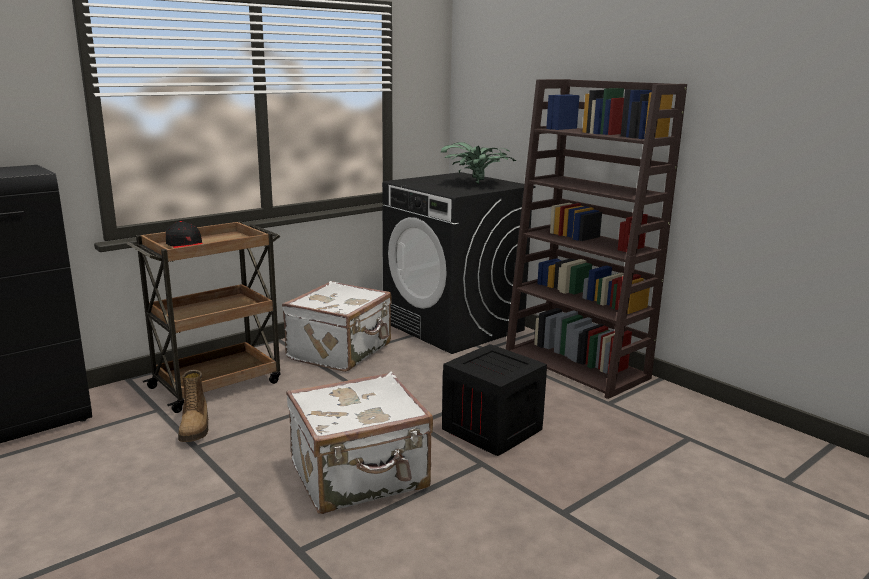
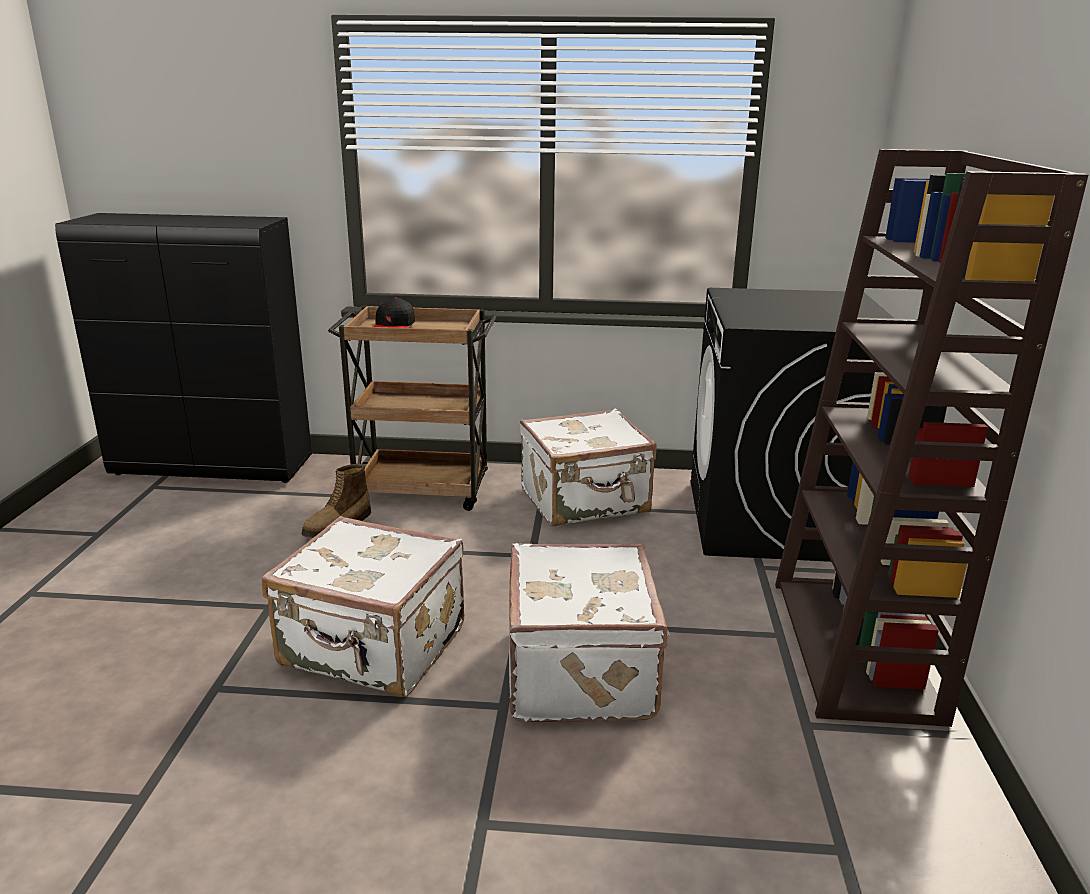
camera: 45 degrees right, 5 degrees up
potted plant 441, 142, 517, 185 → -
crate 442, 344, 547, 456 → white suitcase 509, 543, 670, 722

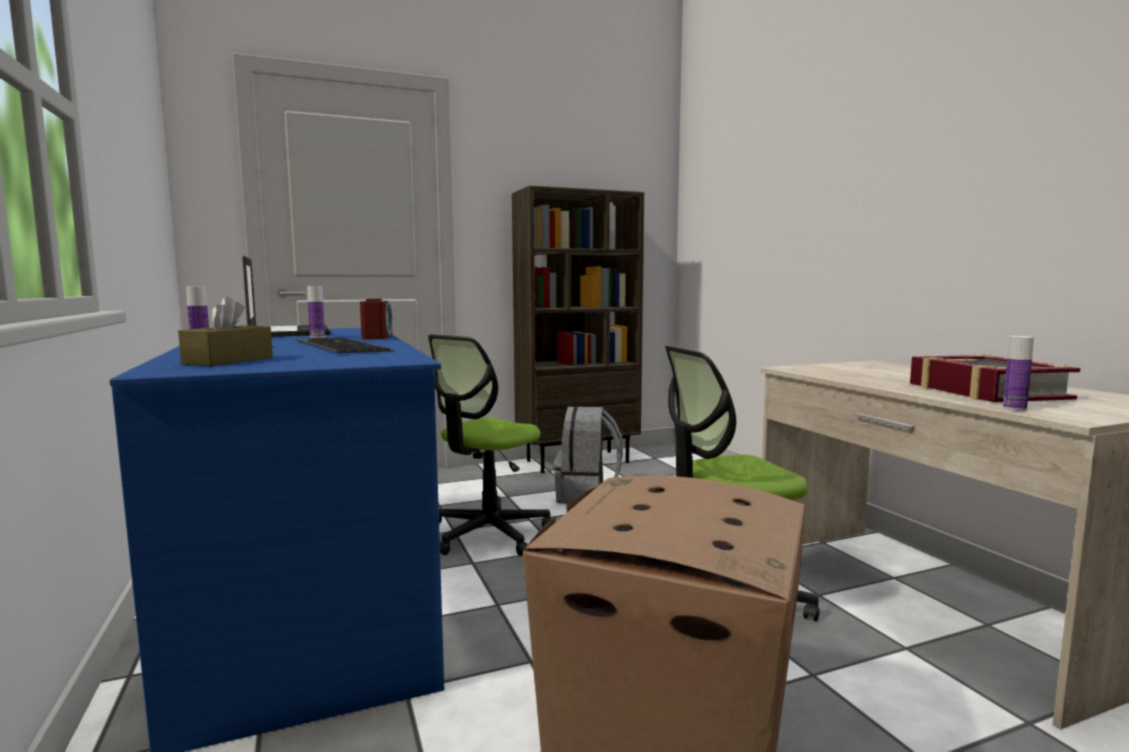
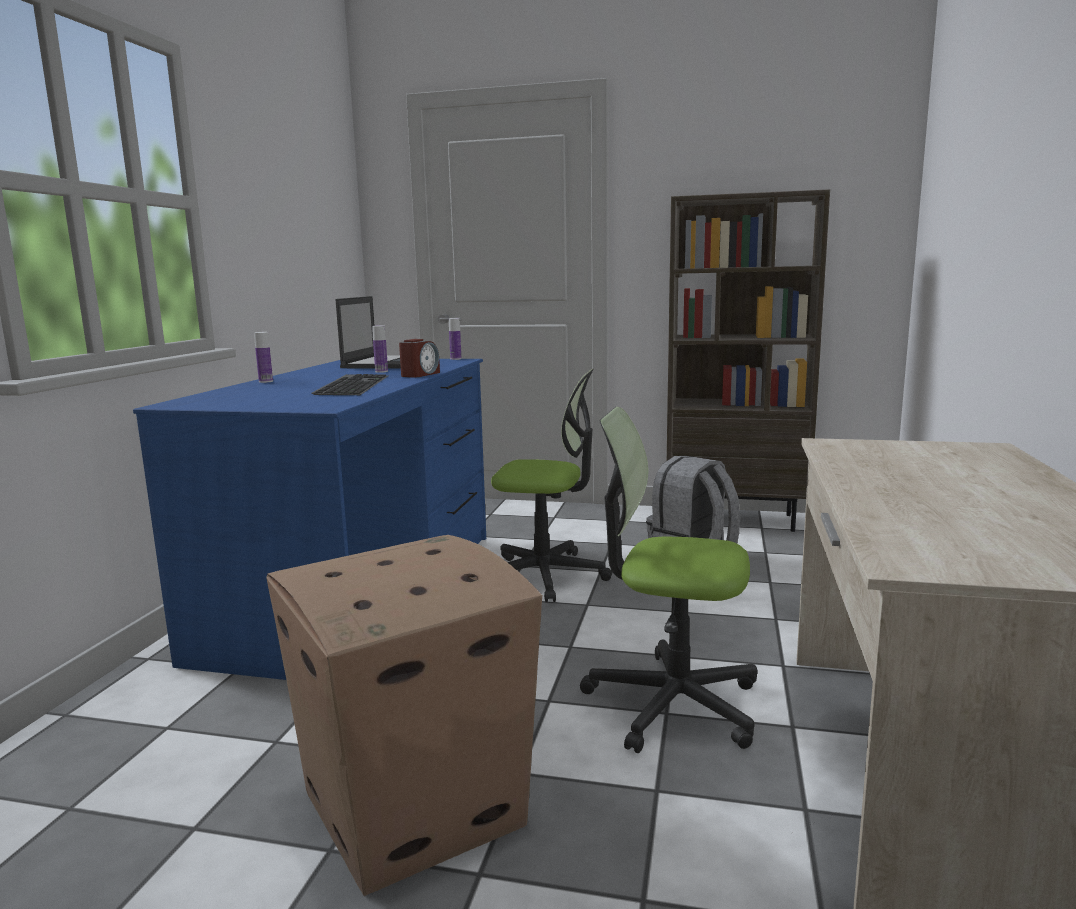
camera: 35 degrees right, 5 degrees up
brown tissue box 178, 296, 273, 366 → -
book 910, 354, 1080, 402 → -
bottle 1003, 336, 1034, 411 → bottle 449, 318, 461, 360, relocated
office chair 428, 334, 551, 556 → office chair 491, 369, 612, 603, 150 degrees counterclockwise

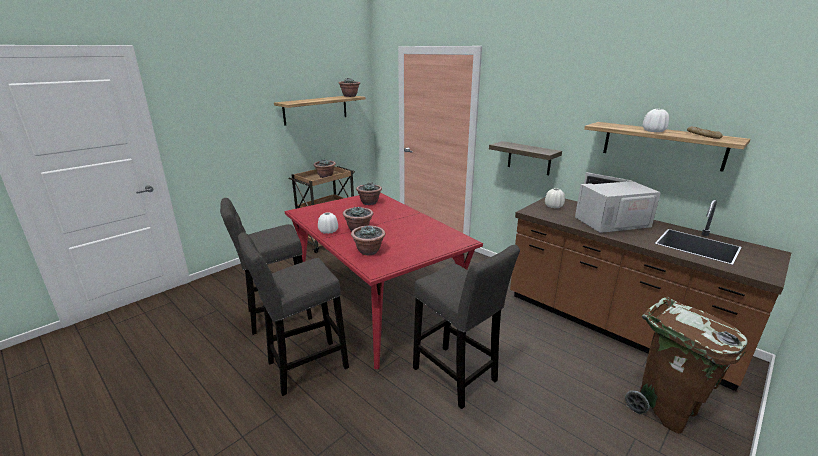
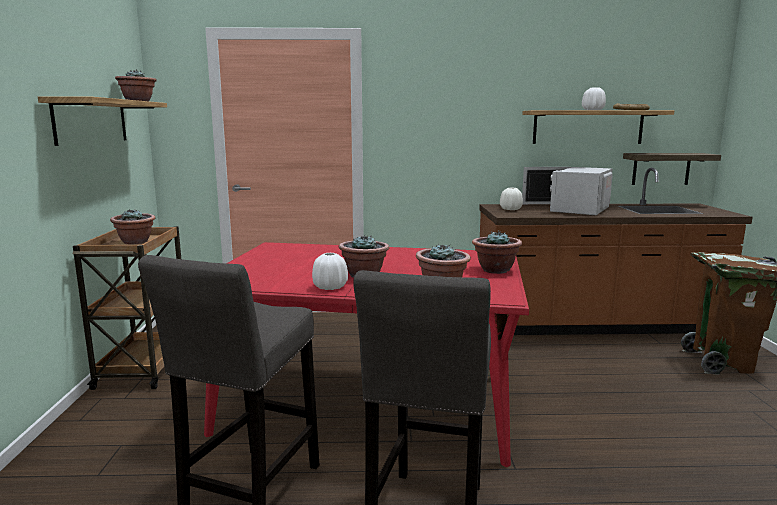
camera: 45 degrees left, 10 degrees down
grey stool 413, 245, 520, 409 → -
potted plant 356, 182, 382, 205 → potted plant 472, 230, 522, 274, relocated
shelf 489, 141, 562, 175 → shelf 623, 153, 721, 185, relocated

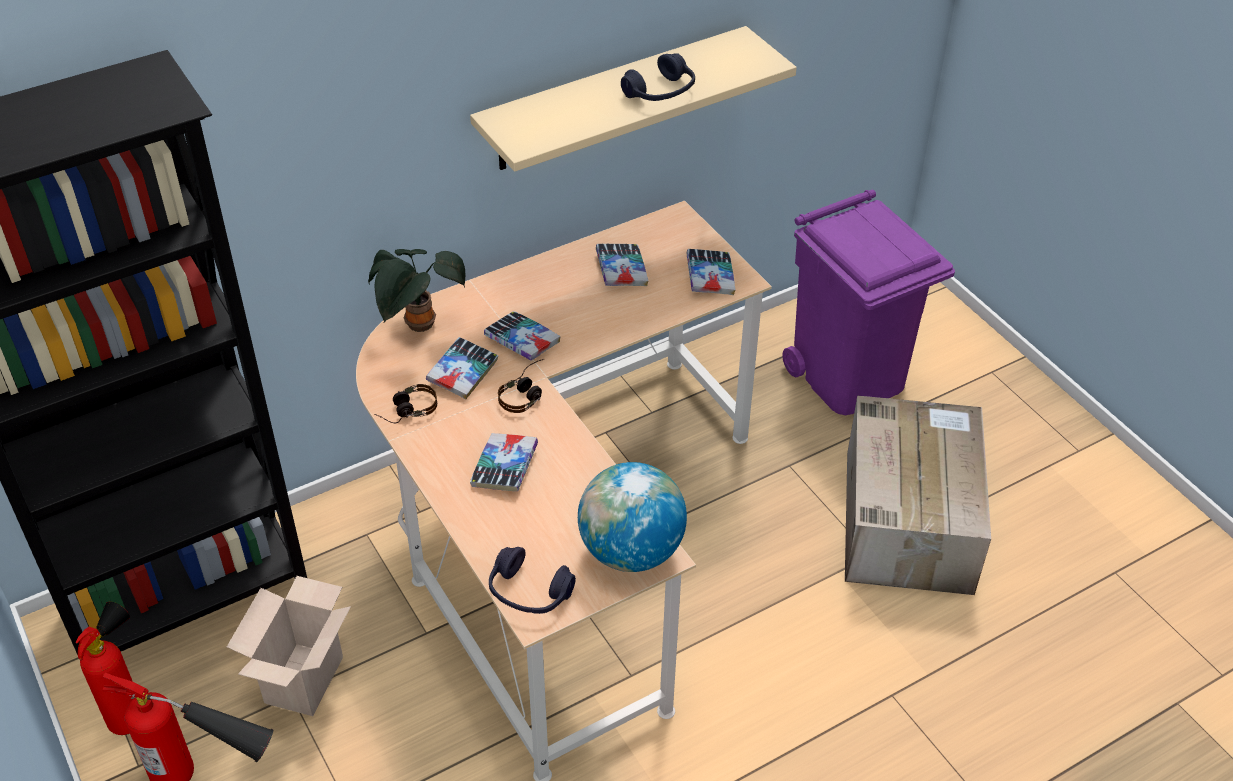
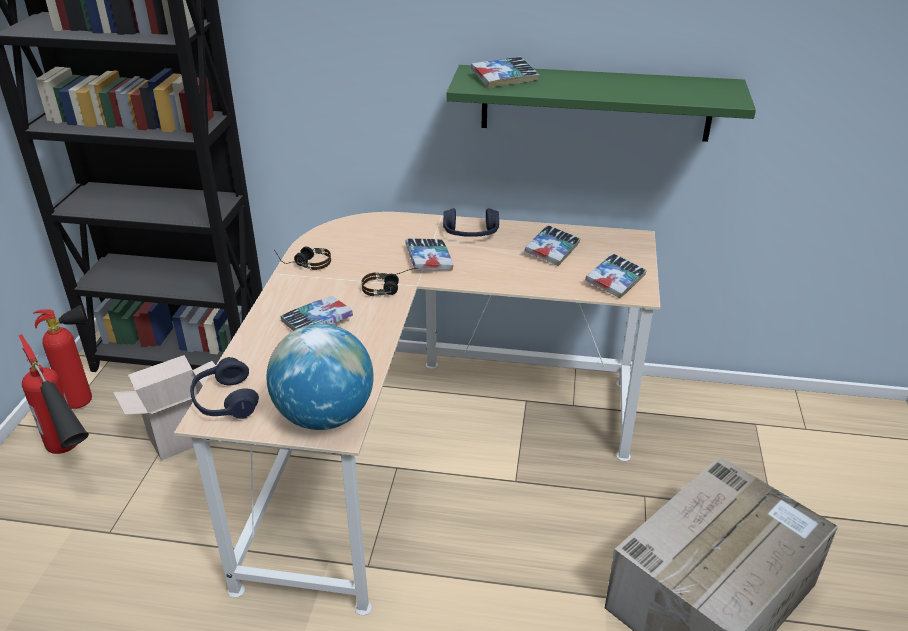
camera: 40 degrees right, 10 degrees down
potted plant 368, 249, 465, 332 → -
purple trash can 782, 190, 955, 415 → -
book 426, 337, 498, 399 → book 471, 57, 539, 88, relocated
blue headphones 621, 53, 695, 101 → blue headphones 443, 208, 499, 237, relocated
beige shelf 470, 26, 797, 172 → green shelf 446, 65, 756, 142

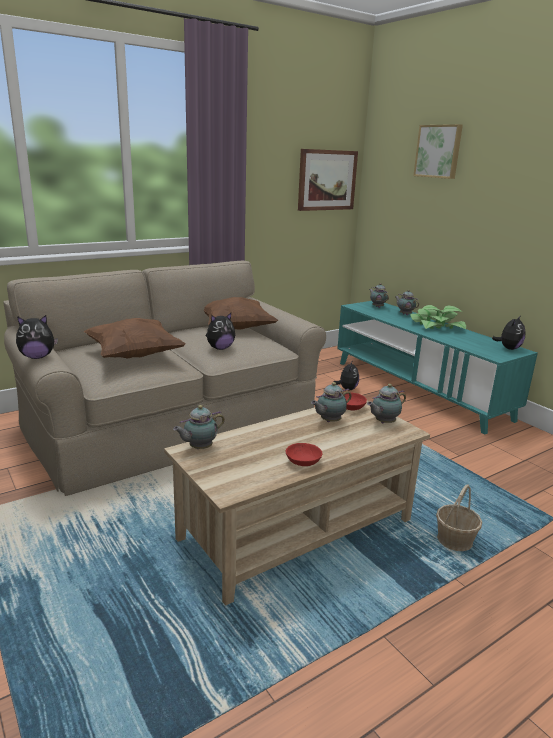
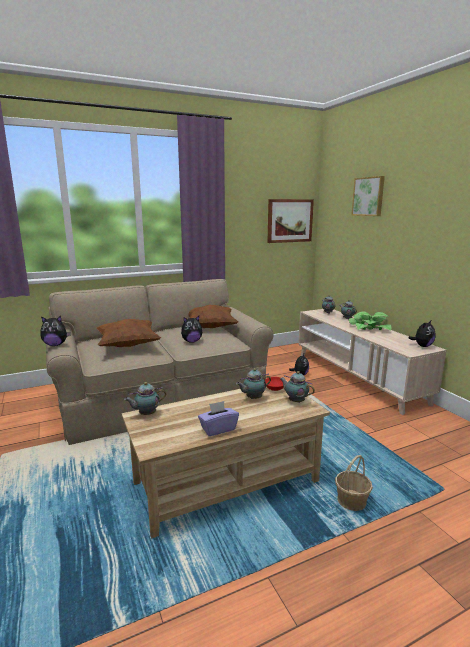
camera: 10 degrees right, 5 degrees down
red bowl 286, 443, 322, 466 → purple tissue box 198, 401, 239, 436
turquoise tv stand 337, 301, 538, 435 → beige tv stand 298, 309, 447, 415
teapot 367, 384, 406, 423 → teapot 280, 371, 315, 403, 60 degrees clockwise

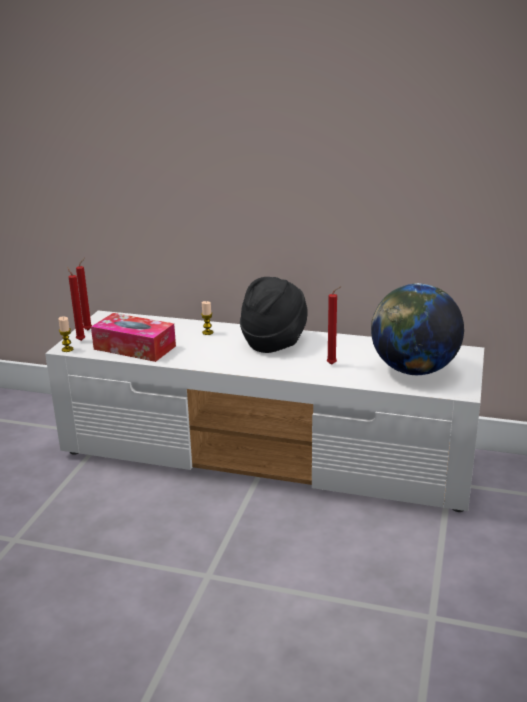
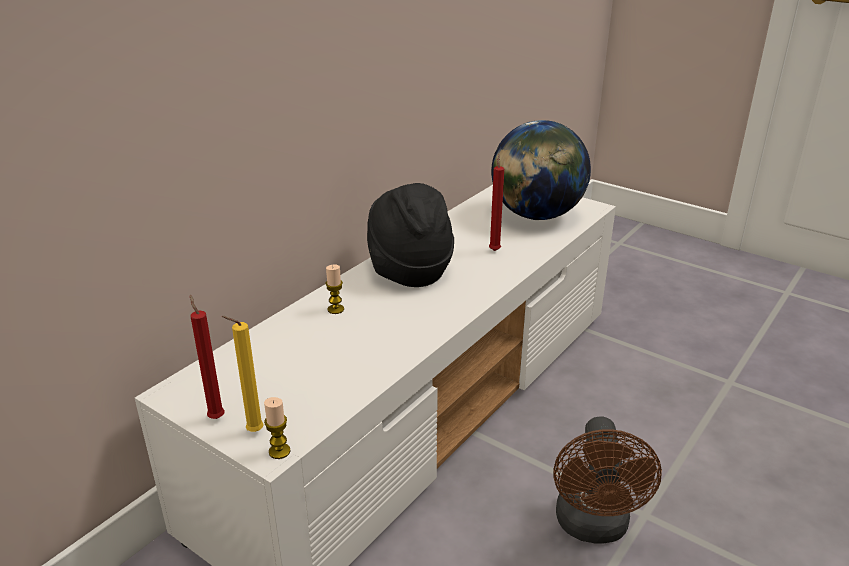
camera: 70 degrees left, 5 degrees up
tissue box 91, 313, 176, 362 → -
- → brown fan 553, 417, 662, 544
red candle 67, 267, 85, 341 → yellow candle 221, 316, 264, 432

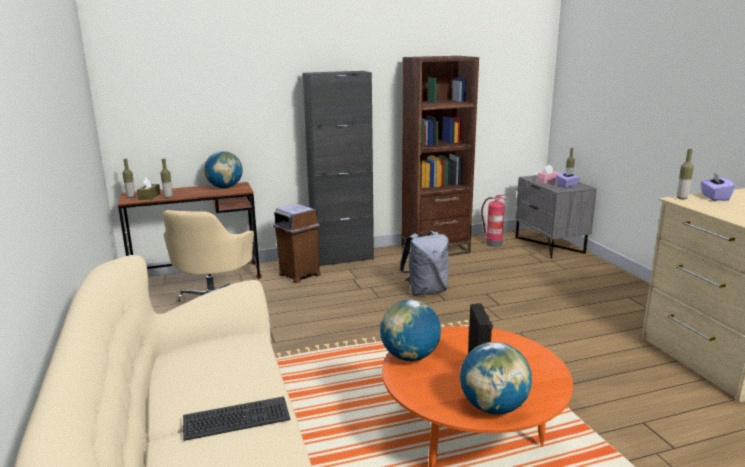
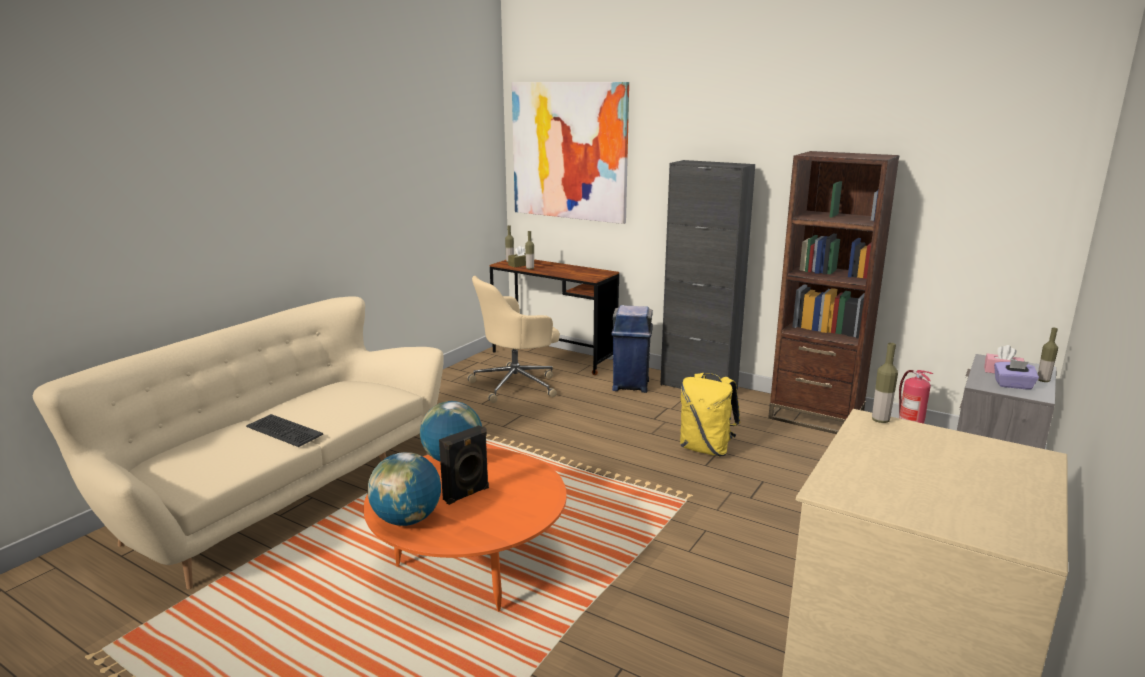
camera: 50 degrees right, 0 degrees up
globe 204, 151, 243, 188 → -
purple tissue box 701, 173, 735, 201 → -
- → picture 512, 82, 629, 224
brown trash can 273, 204, 321, 283 → blue trash can 611, 305, 653, 393
grey backpack 399, 231, 449, 296 → yellow backpack 680, 373, 740, 456

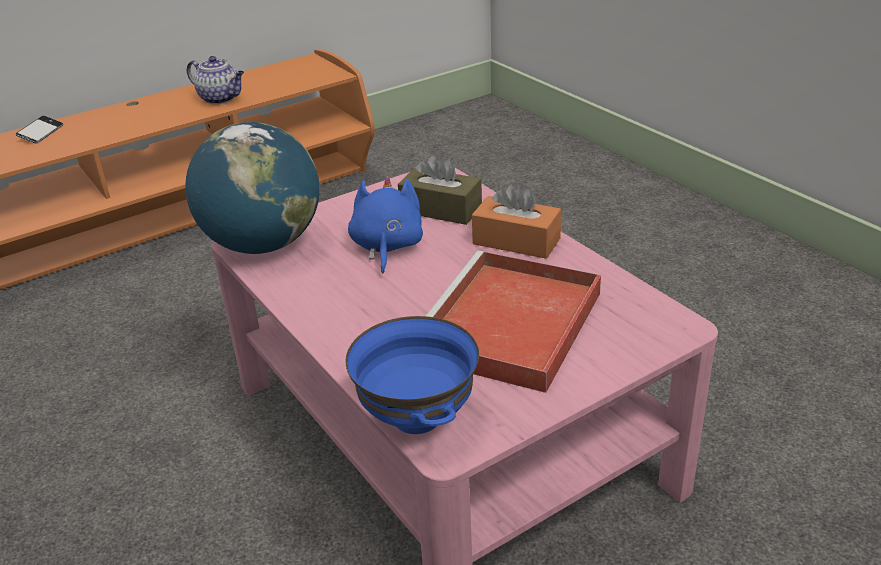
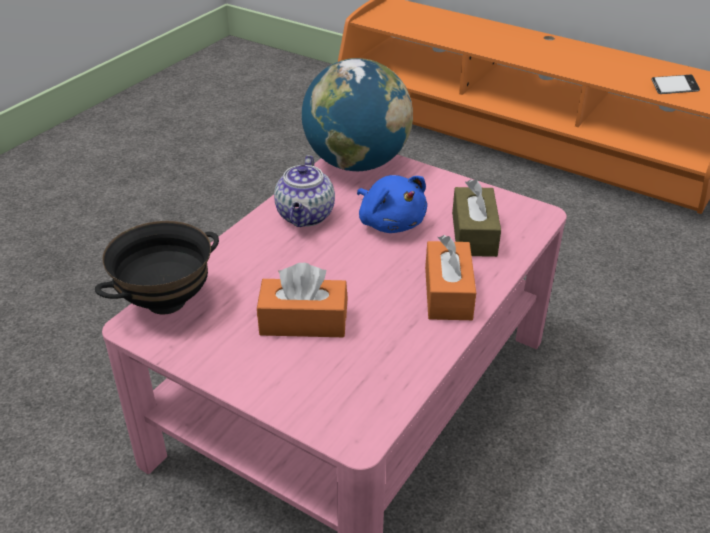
camera: 65 degrees right, 5 degrees up
phone 16, 116, 63, 143 → phone 651, 74, 700, 94, relocated
teapot 187, 56, 244, 104 → teapot 274, 155, 335, 227, relocated
red tray 425, 251, 601, 393 → orange tissue box 257, 263, 347, 337
blue bowl 345, 316, 479, 434 → black bowl 95, 221, 219, 315
blue plush toy 348, 176, 423, 274 → blue plush toy 357, 175, 427, 233, 75 degrees clockwise

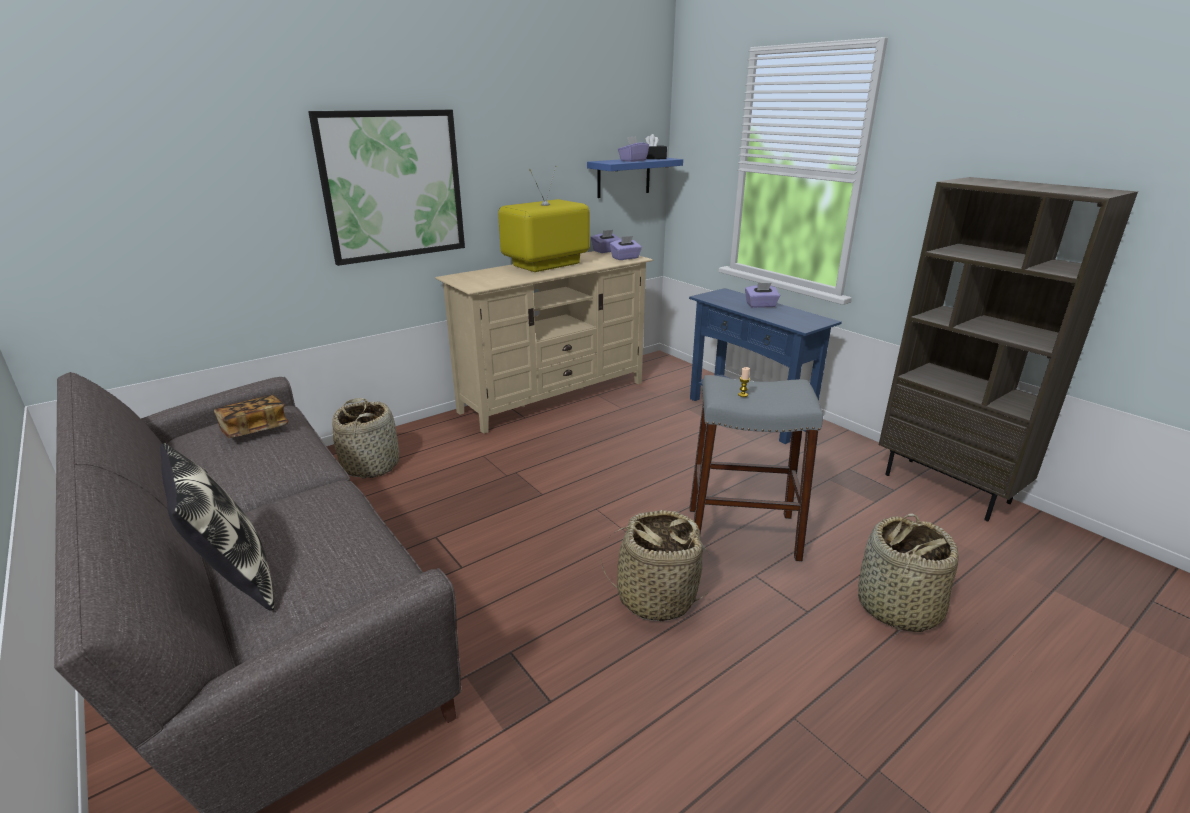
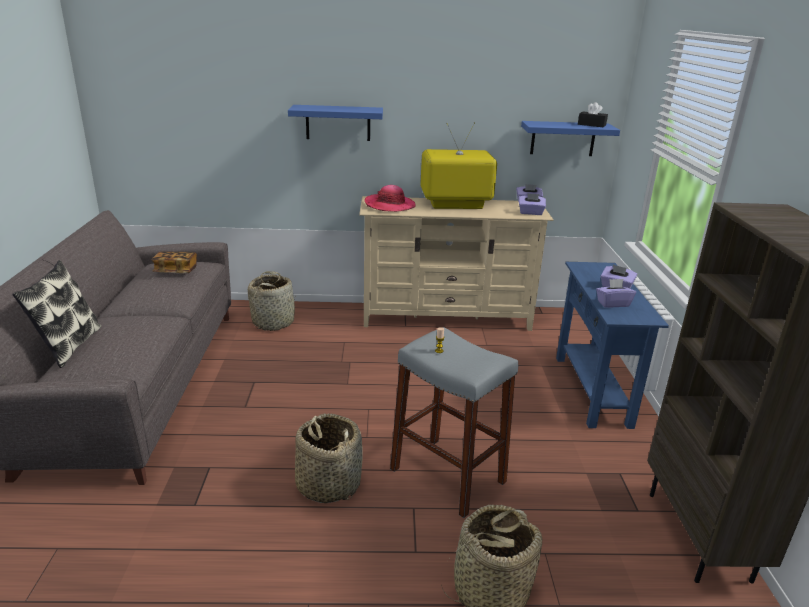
camera: 35 degrees right, 0 degrees up
- → hat 364, 185, 416, 212
purple tissue box 618, 136, 649, 162 → purple tissue box 596, 279, 636, 308, relocated
picture 308, 110, 465, 266 → blue shelf 288, 105, 383, 141

